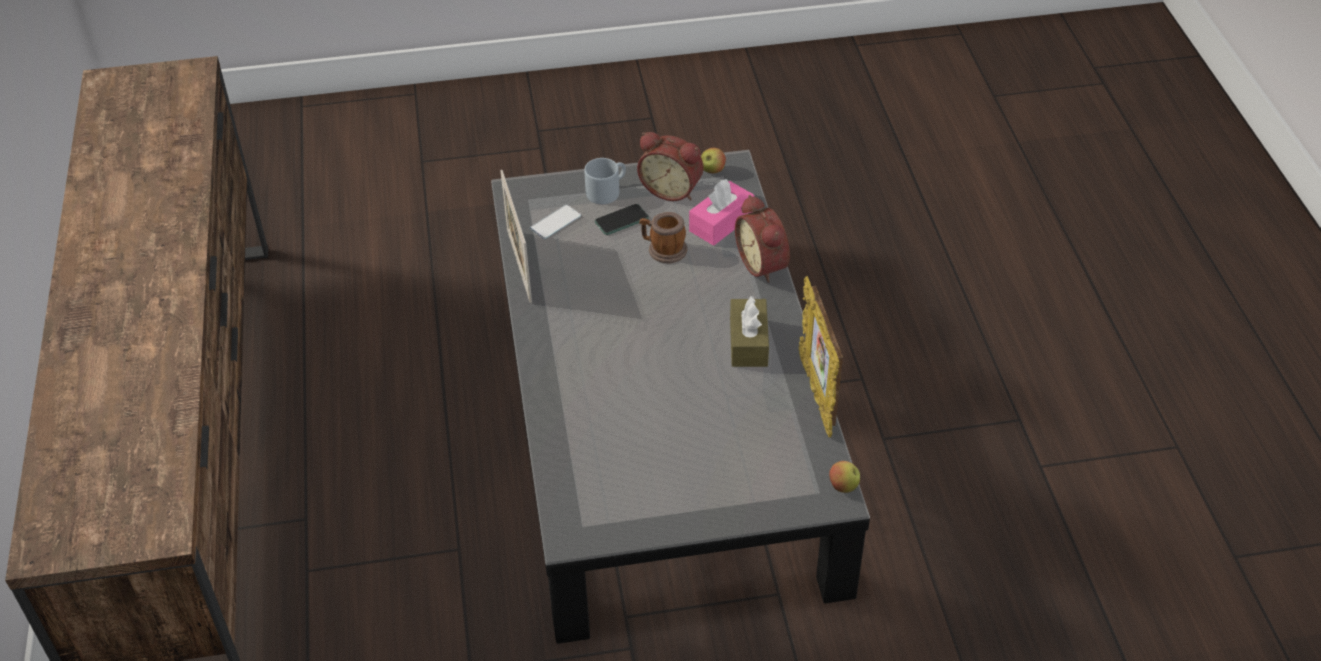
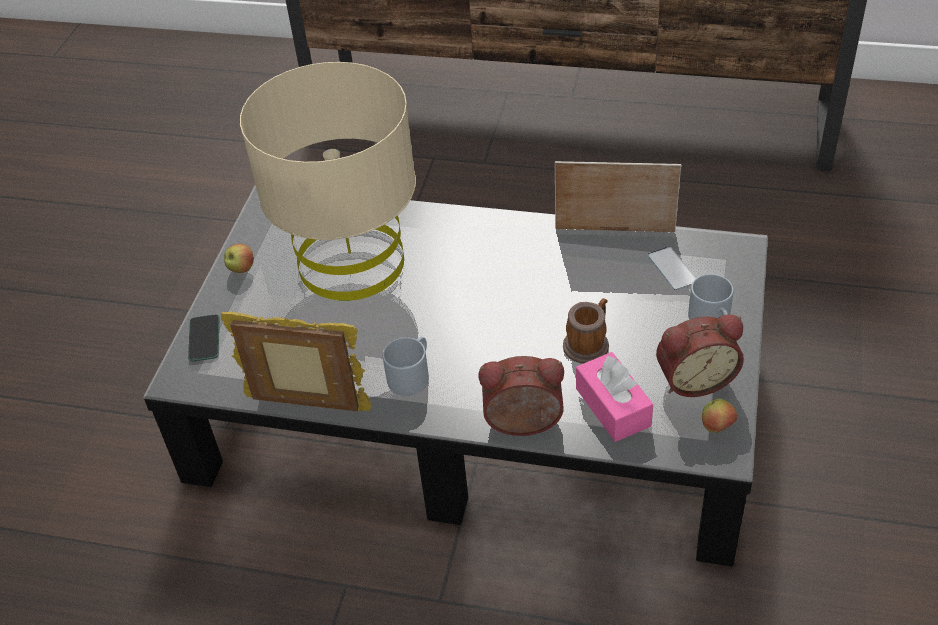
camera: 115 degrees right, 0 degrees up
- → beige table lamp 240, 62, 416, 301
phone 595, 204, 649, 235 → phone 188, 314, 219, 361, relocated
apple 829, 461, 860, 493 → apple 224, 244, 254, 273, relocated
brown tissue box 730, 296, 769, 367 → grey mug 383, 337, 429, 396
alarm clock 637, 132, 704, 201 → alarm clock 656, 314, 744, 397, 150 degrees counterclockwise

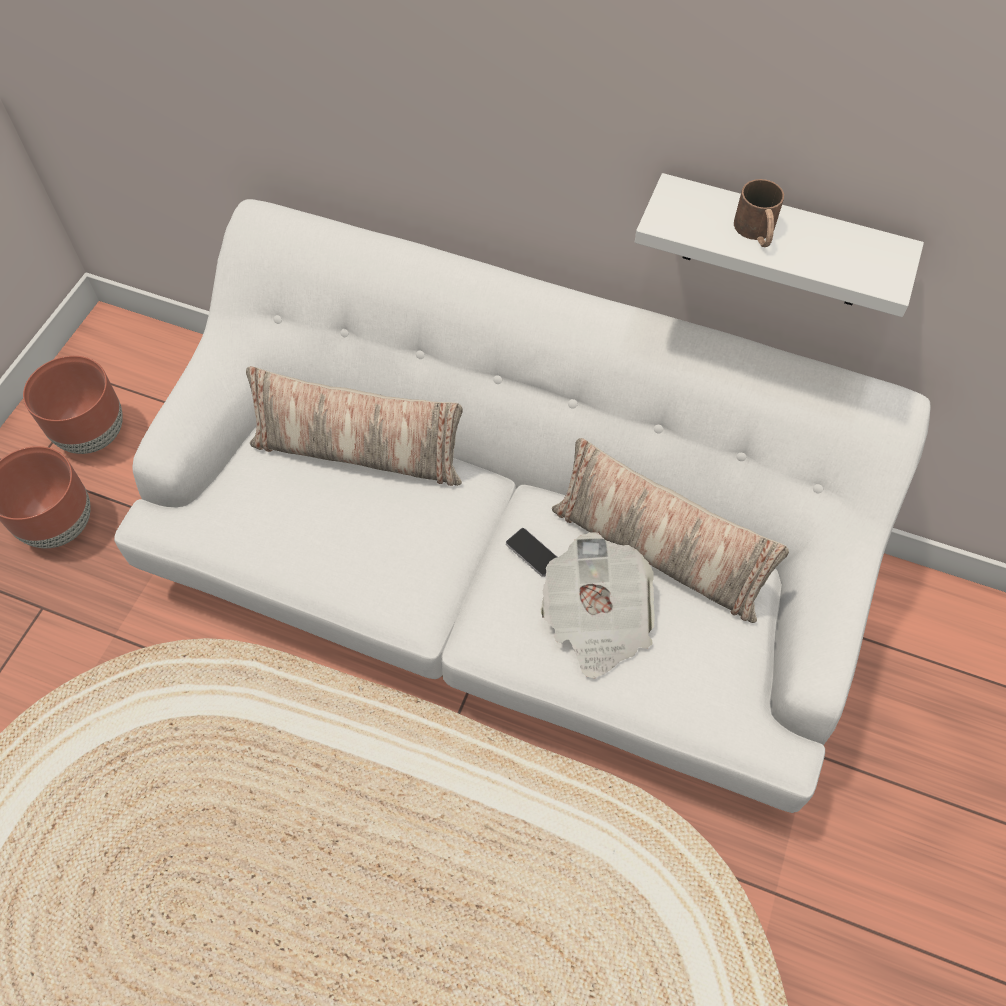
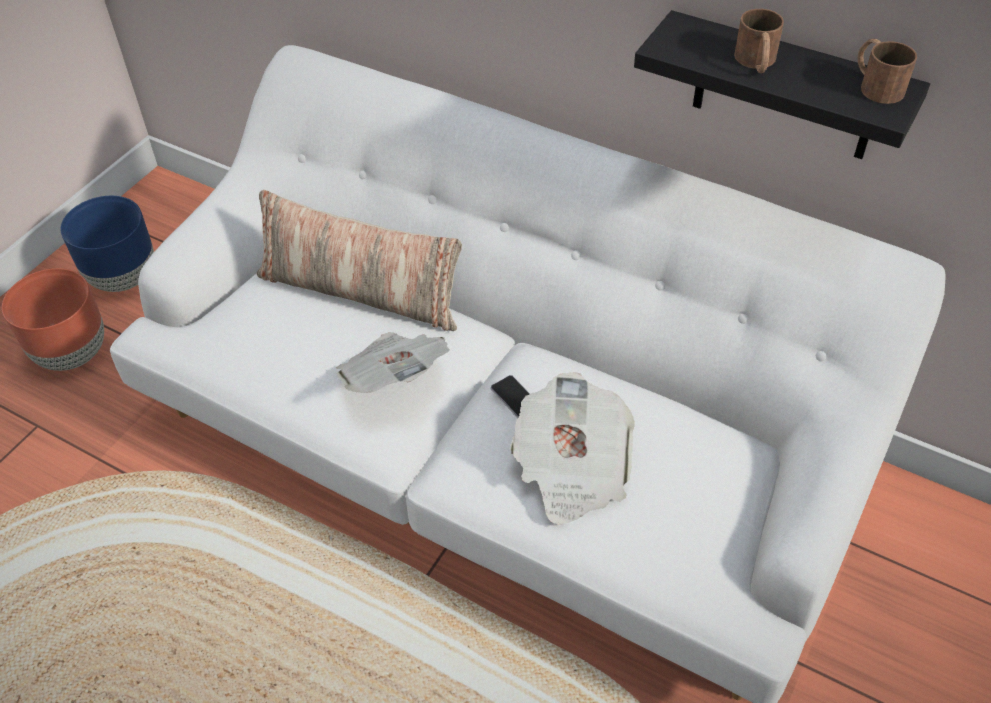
camera: 10 degrees right, 10 degrees down
pillow 552, 438, 789, 623 → -
- → newspaper 336, 332, 450, 393
- → brown mug 858, 39, 917, 104
brown planter 23, 356, 123, 454 → blue planter 60, 196, 154, 292
white shelf 635, 173, 924, 317 → black shelf 634, 10, 930, 159

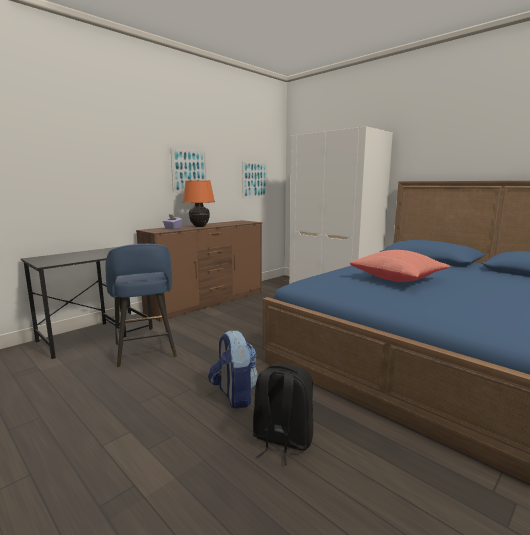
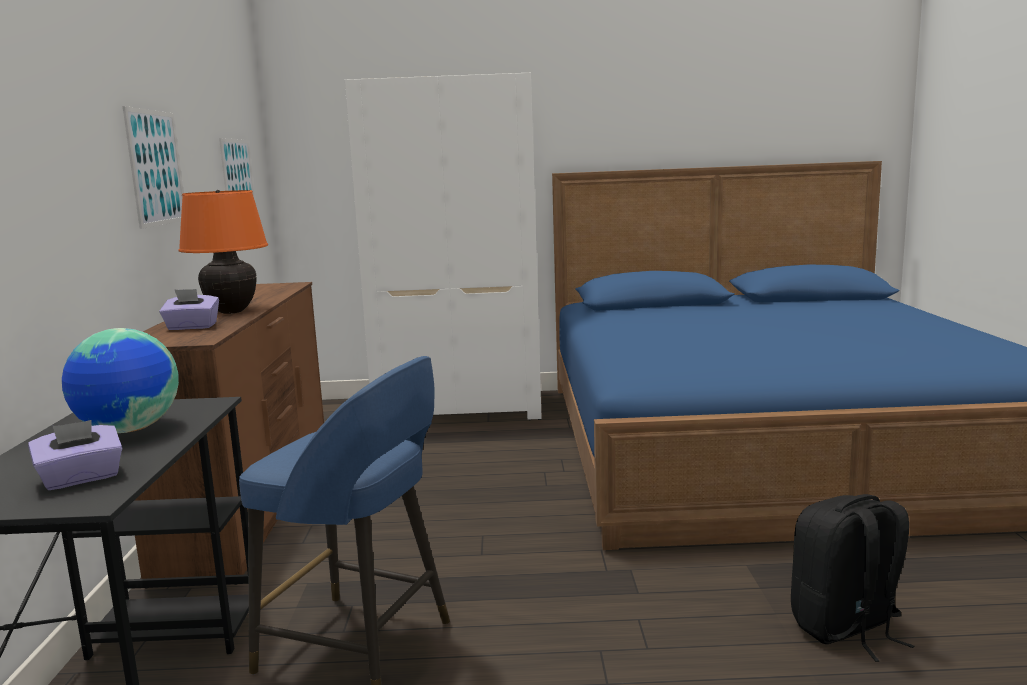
camera: 45 degrees left, 0 degrees up
backpack 208, 330, 258, 409 → -
red pillow 350, 250, 451, 282 → -
- → purple tissue box 28, 420, 122, 490
- → globe 62, 328, 179, 433

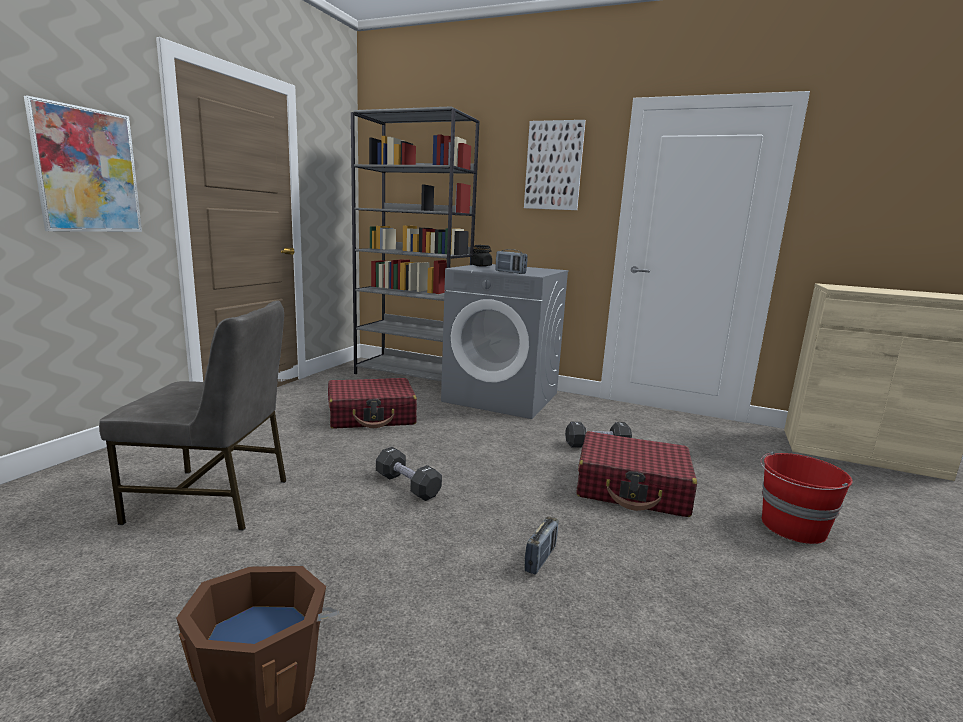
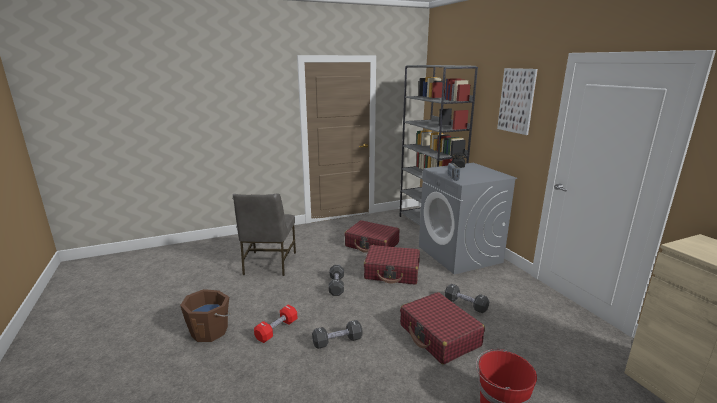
camera: 45 degrees right, 5 degrees up
picture 24, 96, 142, 232 → -
- → red dumbbell 254, 305, 298, 343
- → red suitcase 364, 245, 420, 285
radio 524, 517, 558, 575 → black dumbbell 312, 320, 363, 349
grey chair 99, 301, 286, 531 → grey chair 233, 194, 296, 276, 45 degrees clockwise

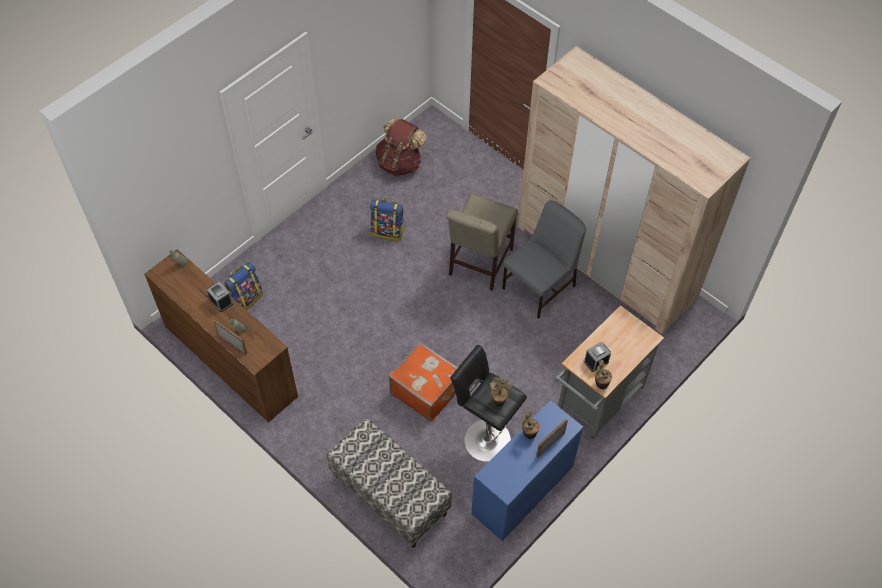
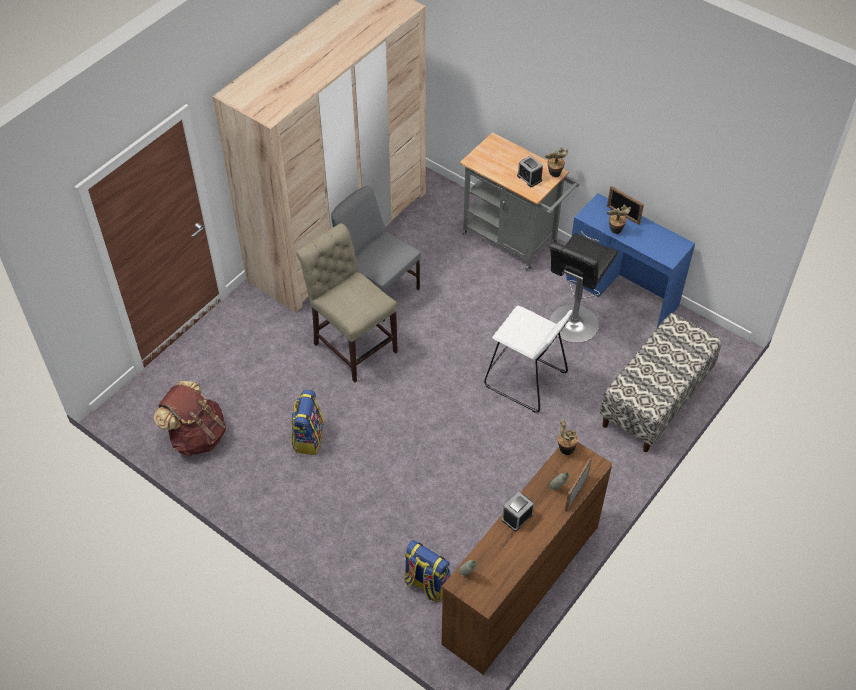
camera: 95 degrees left, 5 degrees down
potted plant 490, 377, 512, 408 → potted plant 557, 419, 578, 455, relocated
orange suitcase 389, 342, 458, 422 → white stool 484, 306, 573, 413
beige chair 446, 193, 518, 291 → beige chair 296, 223, 398, 382, 150 degrees counterclockwise

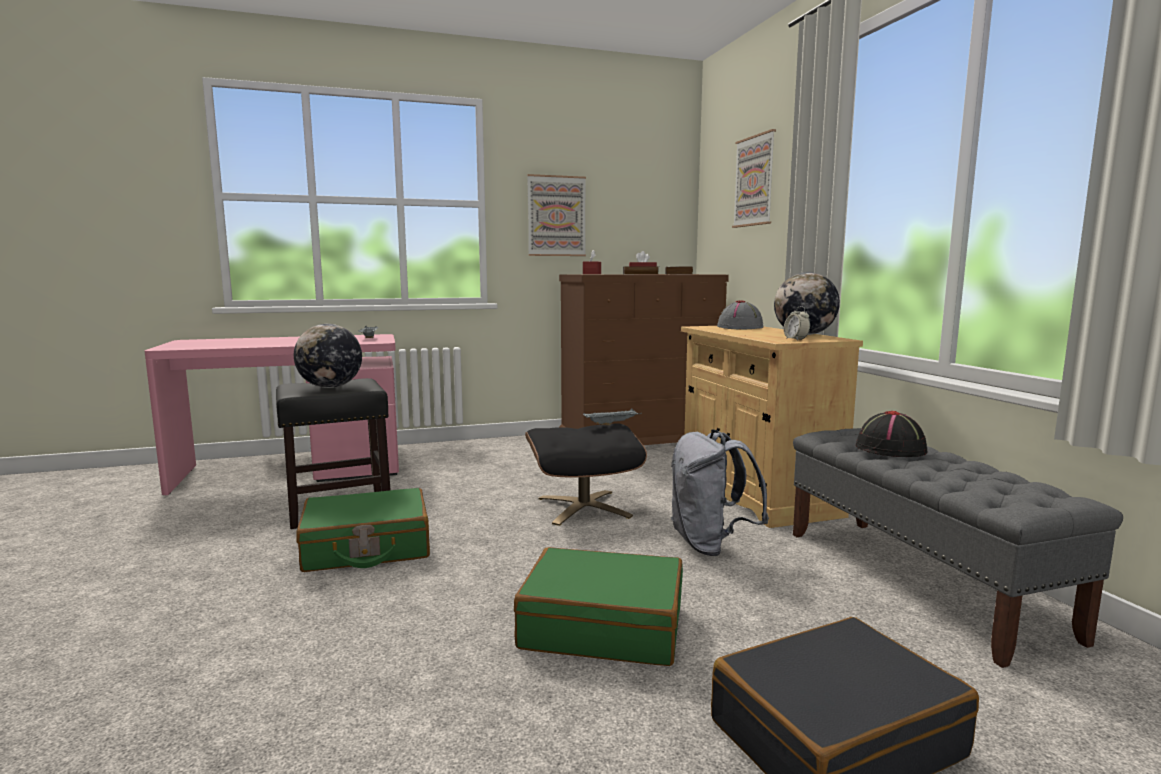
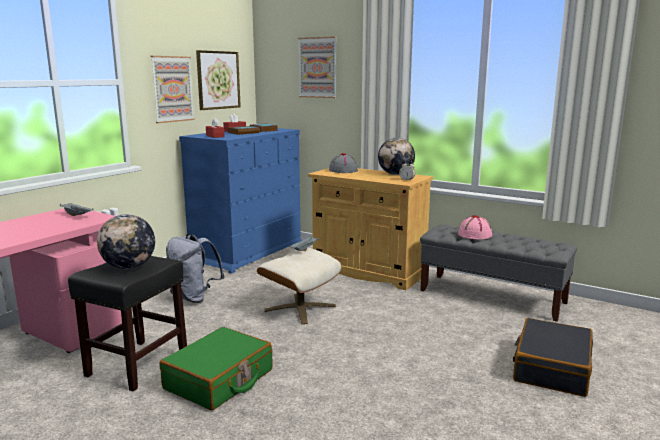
camera: 40 degrees left, 5 degrees up
green suitcase 514, 547, 683, 666 → -
- → picture 196, 50, 241, 110
grey backpack 671, 429, 769, 556 → grey backpack 166, 234, 225, 303, relocated
black ottoman 525, 423, 647, 526 → beige ottoman 257, 248, 341, 325
brown dresser 559, 274, 729, 445 → blue dresser 179, 128, 302, 274
black hat 856, 411, 928, 457 → pink hat 458, 215, 492, 239

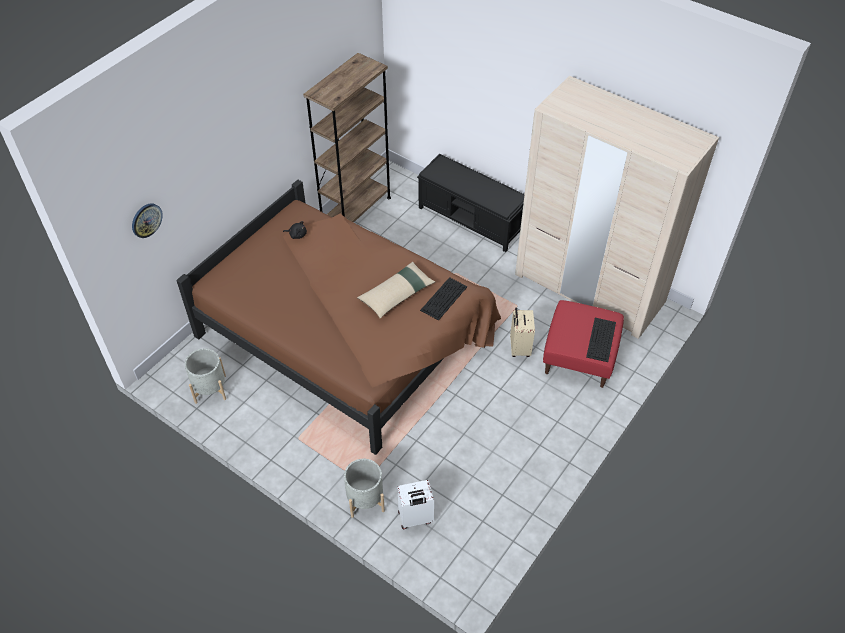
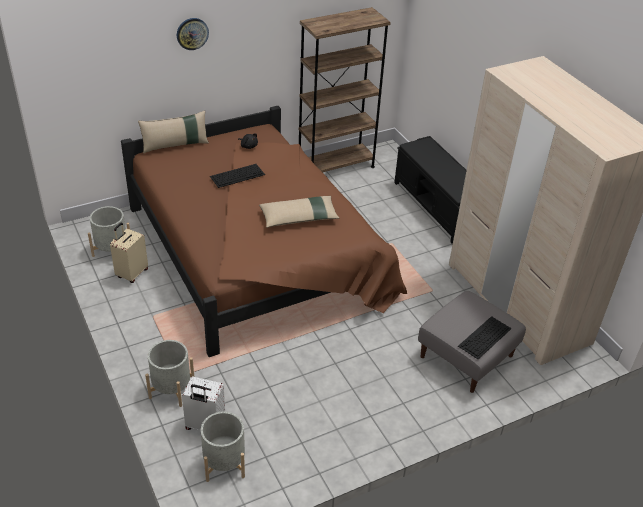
camera: 25 degrees right, 10 degrees down
- → beige pillow 138, 110, 209, 153
- → grey planter 201, 412, 245, 482
wall clock 132, 203, 163, 238 → wall clock 177, 18, 209, 50, relocated
keyboard 420, 277, 468, 320 → keyboard 210, 164, 265, 188, relocated
beige suitcase 510, 308, 535, 357 → beige suitcase 110, 223, 148, 283, relocated
red ottoman 543, 300, 624, 388 → grey ottoman 418, 291, 526, 393

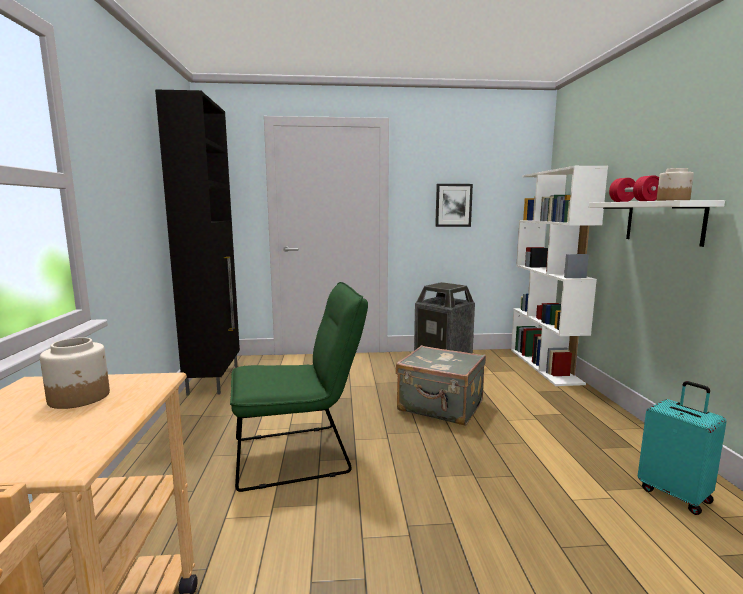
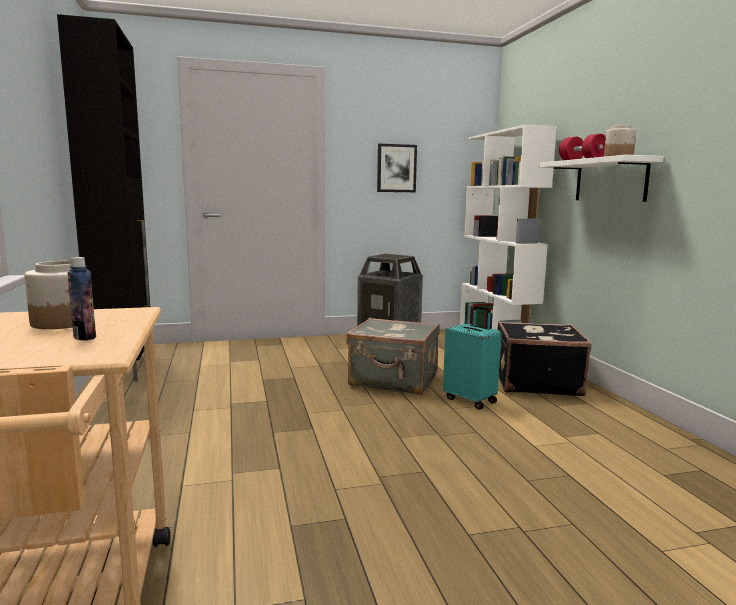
camera: 10 degrees left, 0 degrees up
green chair 230, 282, 368, 492 → -
- → bottle 67, 257, 96, 341
- → black suitcase 497, 322, 592, 396
turquoise suitcase 638, 381, 727, 515 → turquoise suitcase 443, 306, 501, 410, relocated

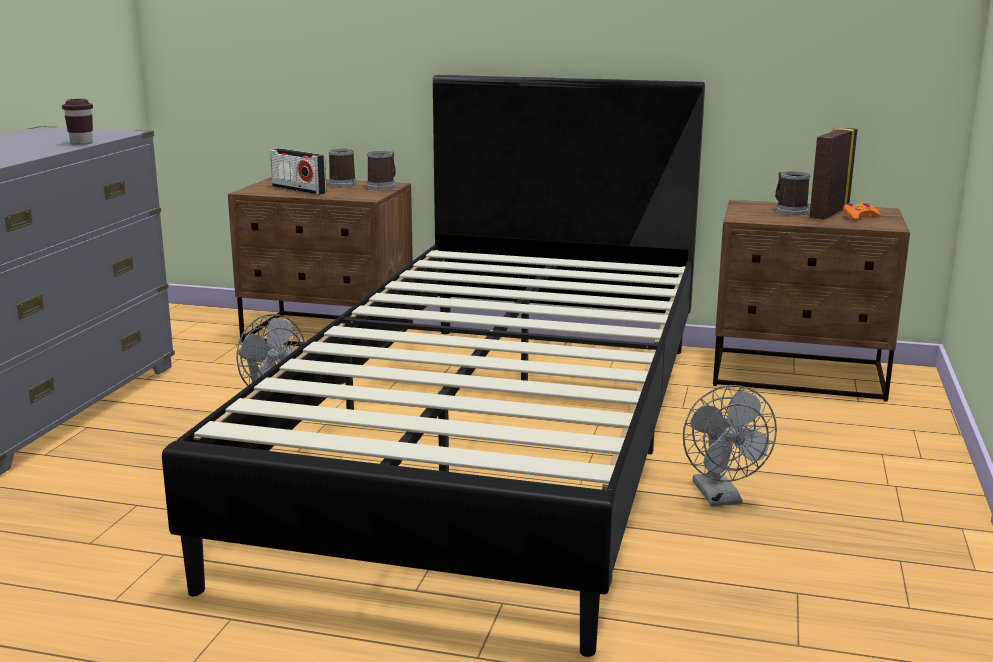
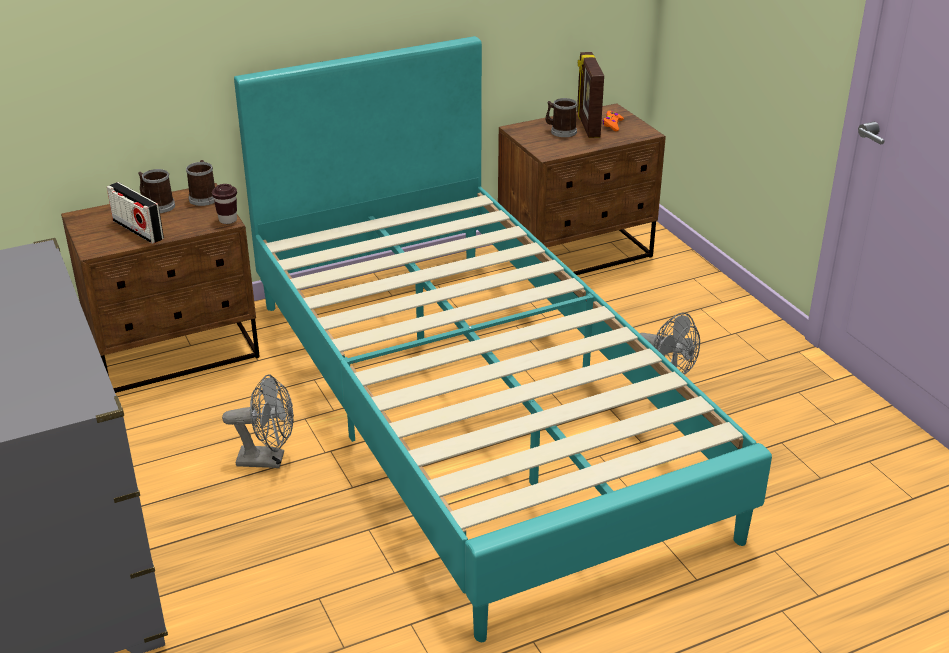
camera: 40 degrees left, 15 degrees up
brown cup 62, 99, 93, 145 → brown cup 212, 184, 237, 224, relocated
black bed 162, 75, 705, 657 → turquoise bed 234, 36, 772, 642
radio 270, 148, 327, 195 → radio 107, 182, 164, 244, 45 degrees clockwise

